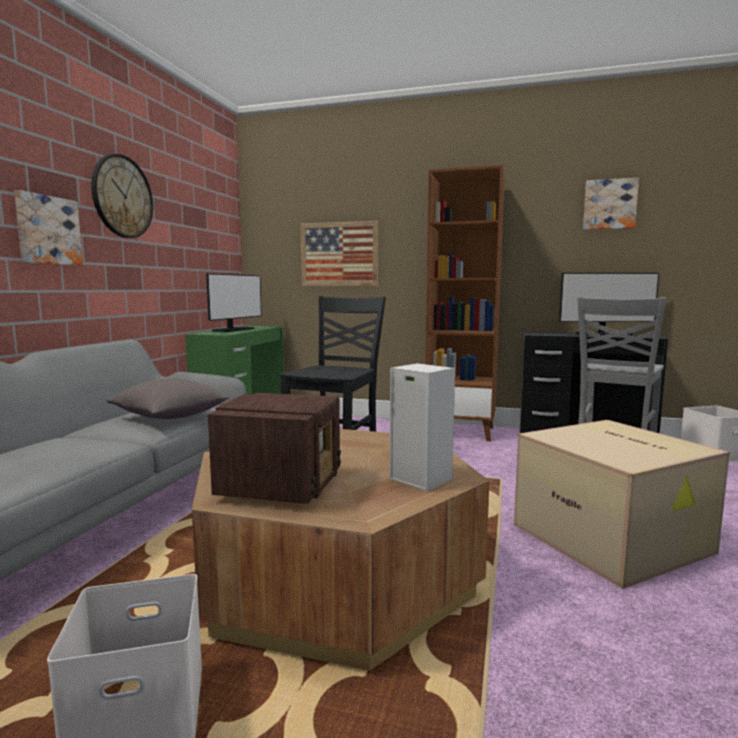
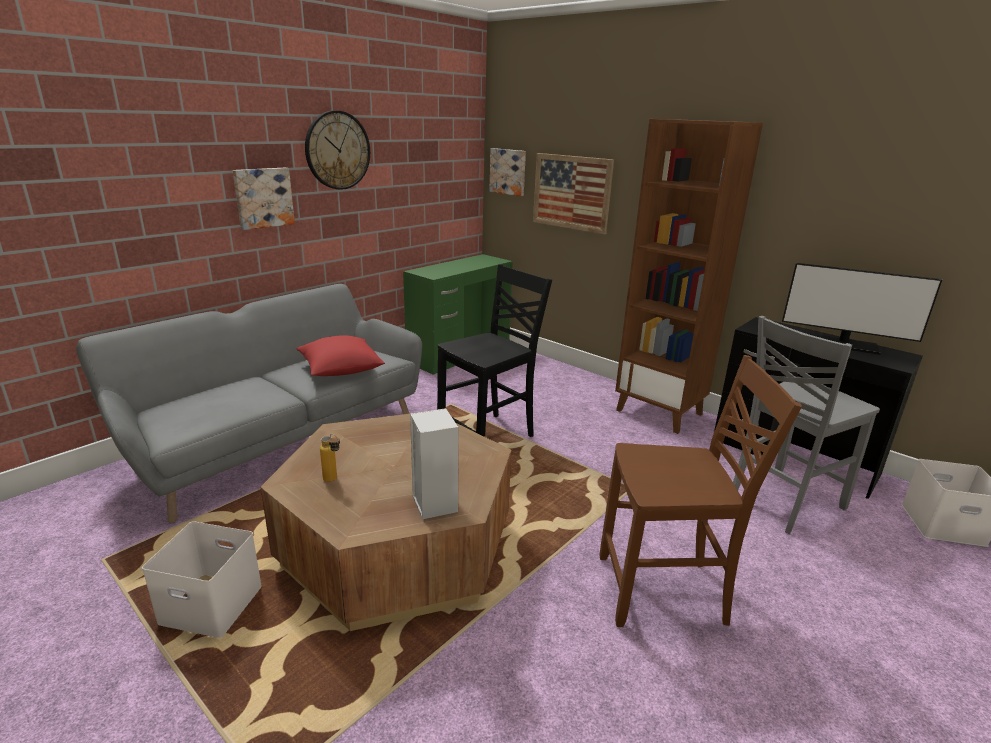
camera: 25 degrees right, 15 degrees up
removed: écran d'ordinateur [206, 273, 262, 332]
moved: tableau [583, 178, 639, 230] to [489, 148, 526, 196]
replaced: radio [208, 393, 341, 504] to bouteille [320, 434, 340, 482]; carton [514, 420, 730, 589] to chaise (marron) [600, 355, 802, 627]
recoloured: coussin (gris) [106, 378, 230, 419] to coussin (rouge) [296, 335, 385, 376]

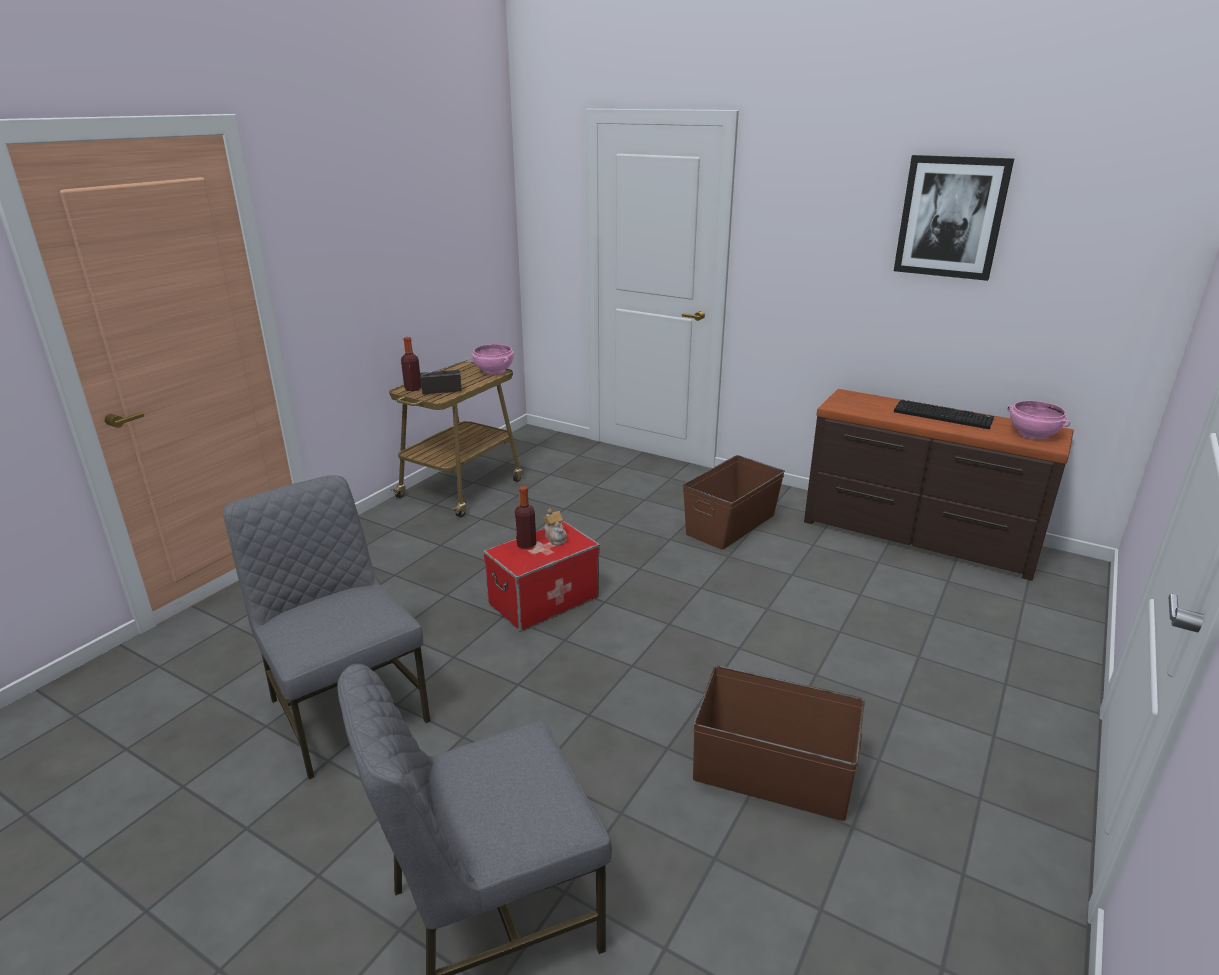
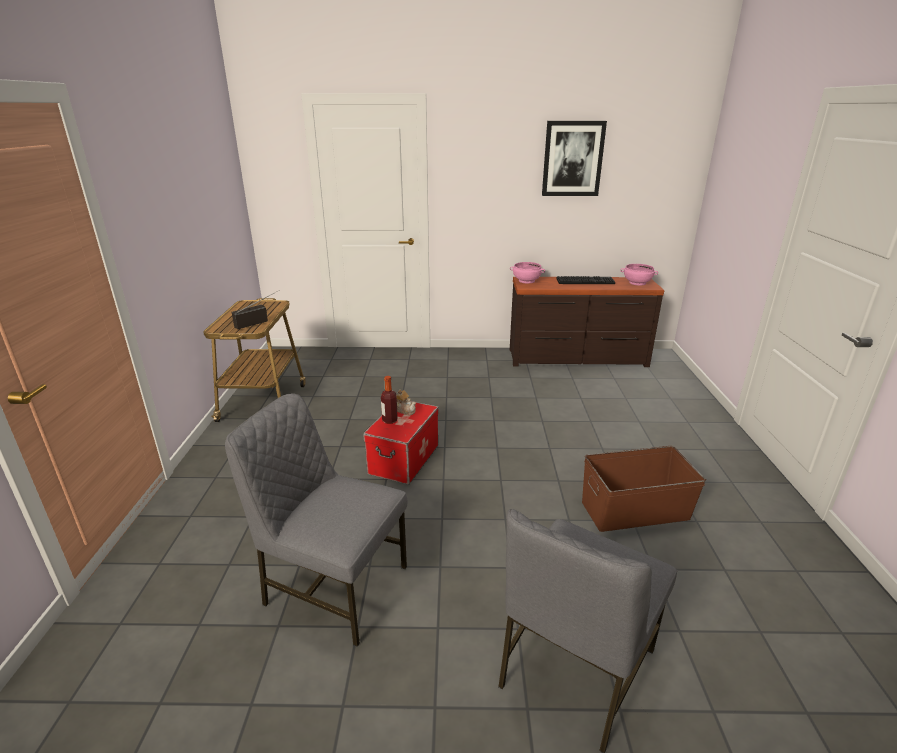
camera: 30 degrees left, 0 degrees up
removed: bouteille [401, 337, 422, 391]; boîte de rangement (marron) [683, 455, 785, 550]
moved: bol (rose) [473, 344, 514, 375] to [510, 262, 545, 283]

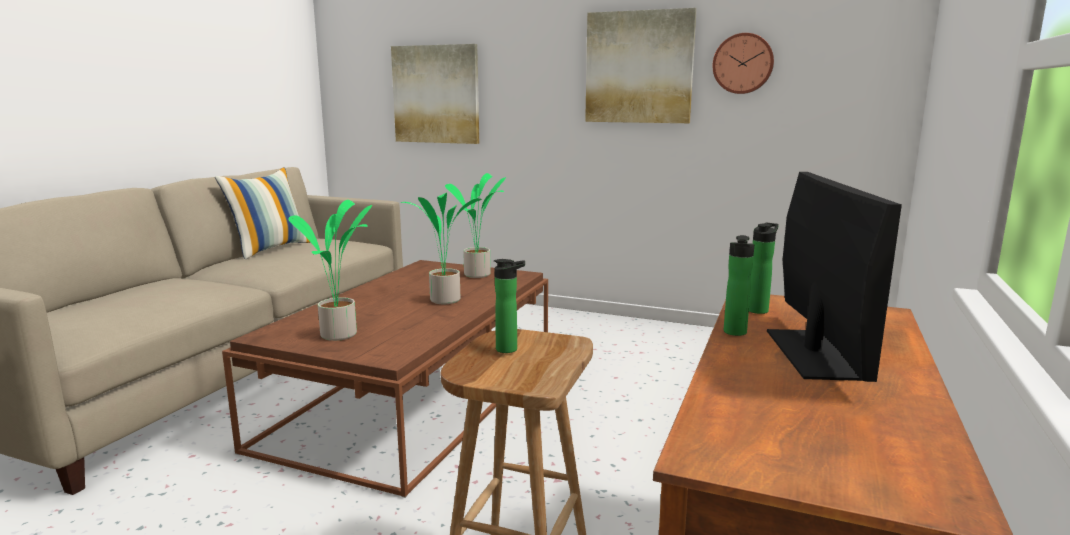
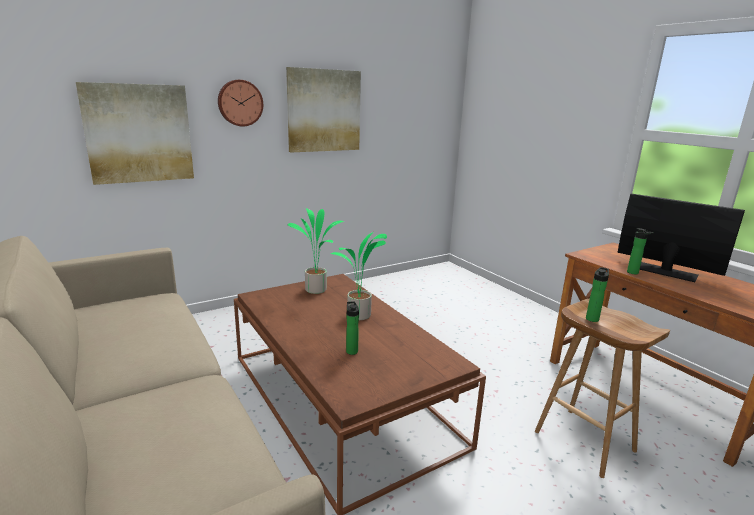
camera: 55 degrees left, 5 degrees up
removed: coussin [215, 167, 310, 259]; plante en pot [288, 200, 372, 341]
moved: horloge murale [712, 33, 774, 94] to [218, 80, 263, 126]; bouteille [749, 223, 779, 314] to [346, 301, 359, 355]

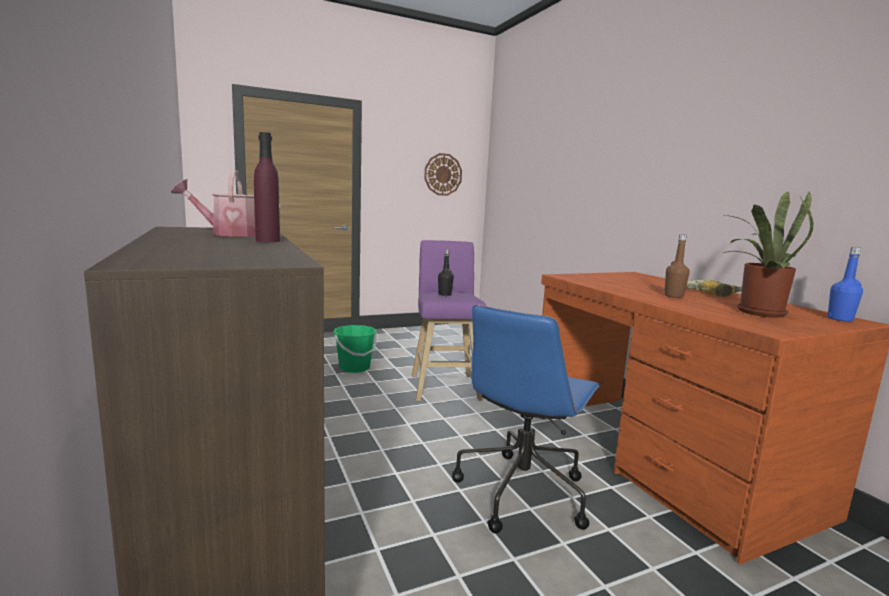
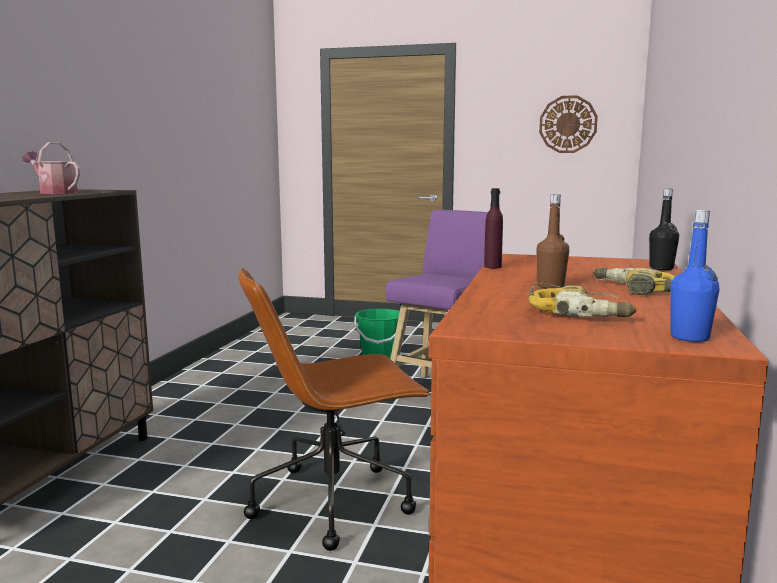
camera: 40 degrees right, 0 degrees up
moved: bouteille (violet) [254, 132, 280, 242] to [484, 188, 503, 268]; bouteille (noir) [438, 250, 454, 296] to [649, 189, 679, 270]
replaced: plante en pot [723, 191, 814, 318] to perceuse [528, 283, 636, 317]
recoloured: chaise de bureau (bleu) [452, 305, 600, 534] to chaise de bureau (marron) [238, 268, 431, 551]

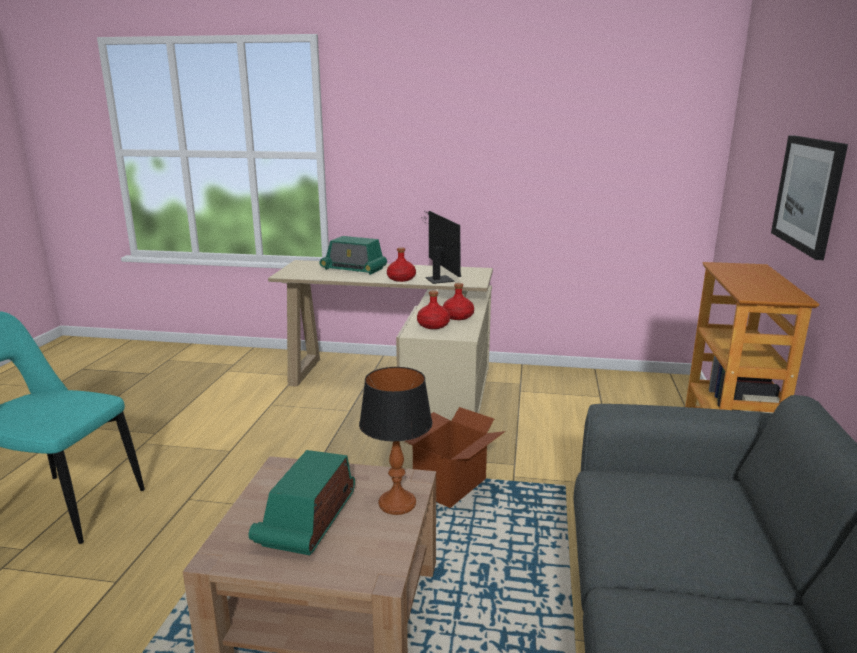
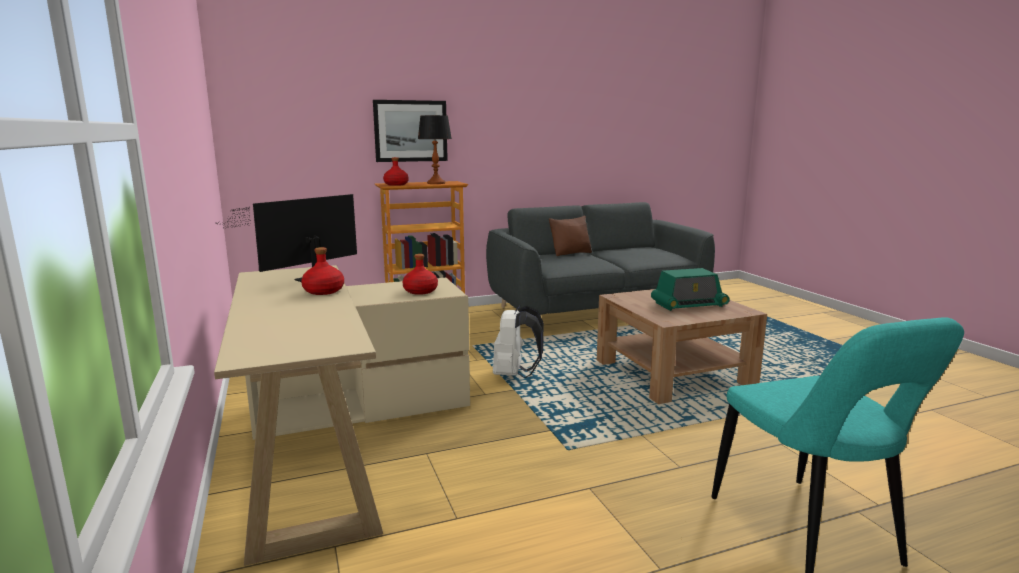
camera: 120 degrees left, 5 degrees down
removed: radio [319, 236, 387, 275]
added: coussin (marron) [549, 215, 592, 256]
moved: lampe de table [359, 367, 433, 515] to [418, 115, 452, 184]; bouteille (rouge) [443, 283, 474, 320] to [383, 157, 409, 186]
replaced: carton [405, 407, 505, 508] to sac à dos (blanc) [493, 306, 544, 378]

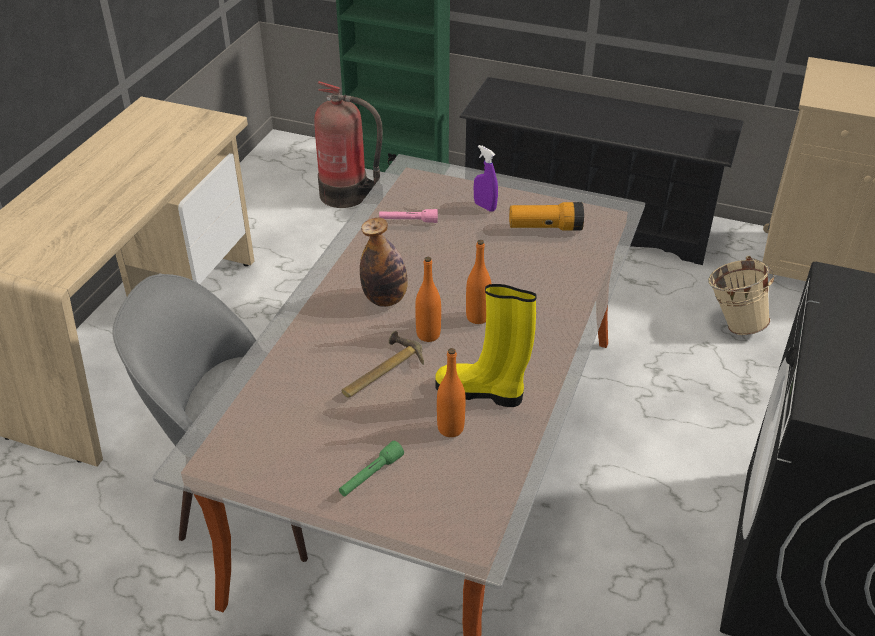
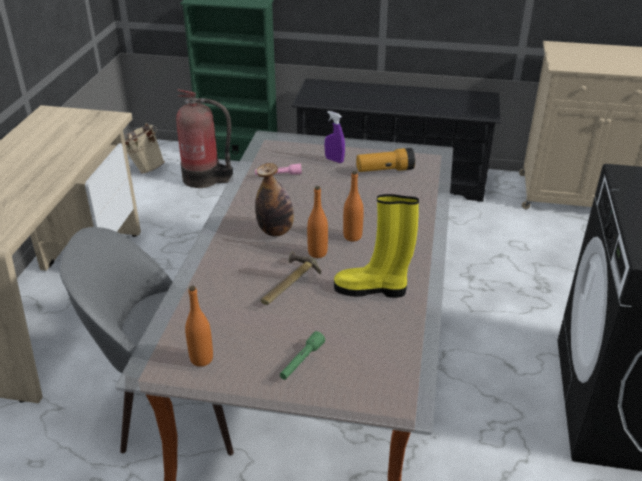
camera: 10 degrees left, 5 degrees down
moved: bouteille (orange) [437, 348, 466, 437] to [185, 286, 213, 367]; seau (beige) [708, 256, 774, 335] to [124, 123, 165, 174]

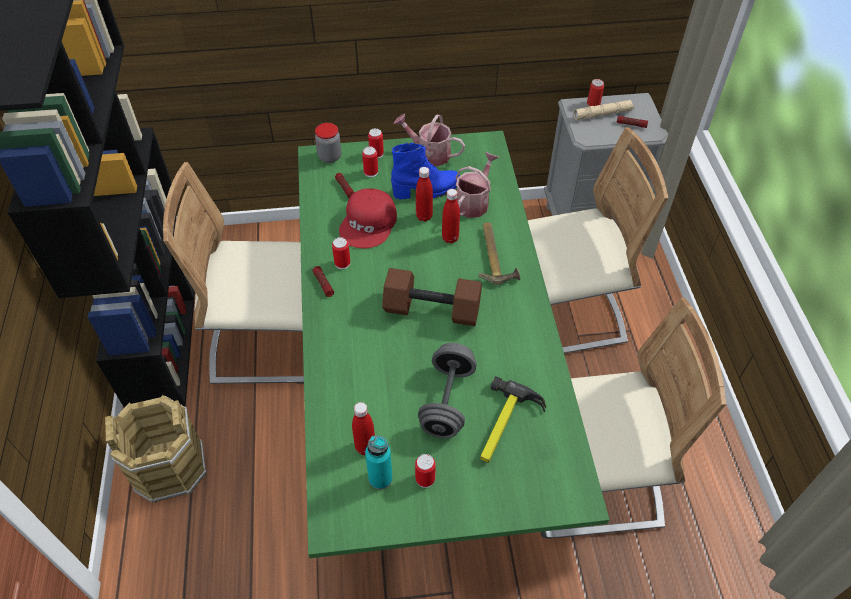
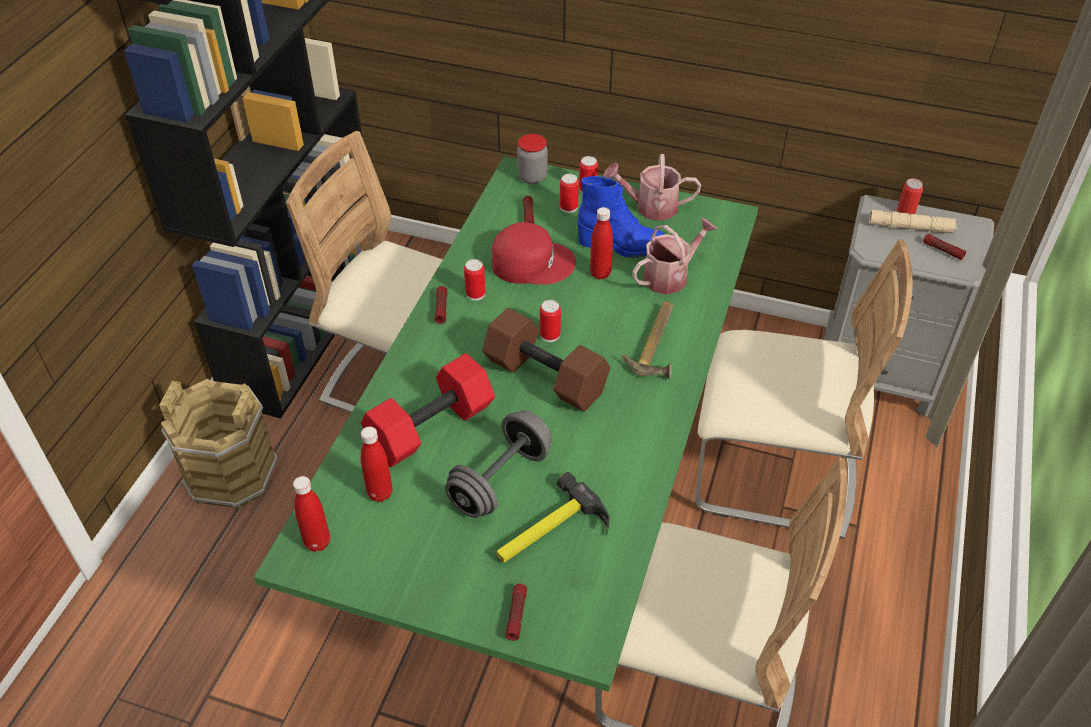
camera: 25 degrees right, 5 degrees down
removed: bouteille (turquoise) [365, 435, 392, 489]
added: haltère (rouge) [361, 353, 495, 467]; lampe de poche [505, 583, 527, 641]
moved: boîte métallique [415, 454, 436, 488] to [540, 300, 561, 342]; bouteille (rouge) [442, 189, 460, 244] to [293, 476, 330, 552]
turned: casquette (rouge) [339, 188, 397, 248] = [492, 222, 576, 284] 135 degrees counterclockwise; arrosoir [394, 114, 465, 166] = [603, 154, 701, 221] 45 degrees counterclockwise

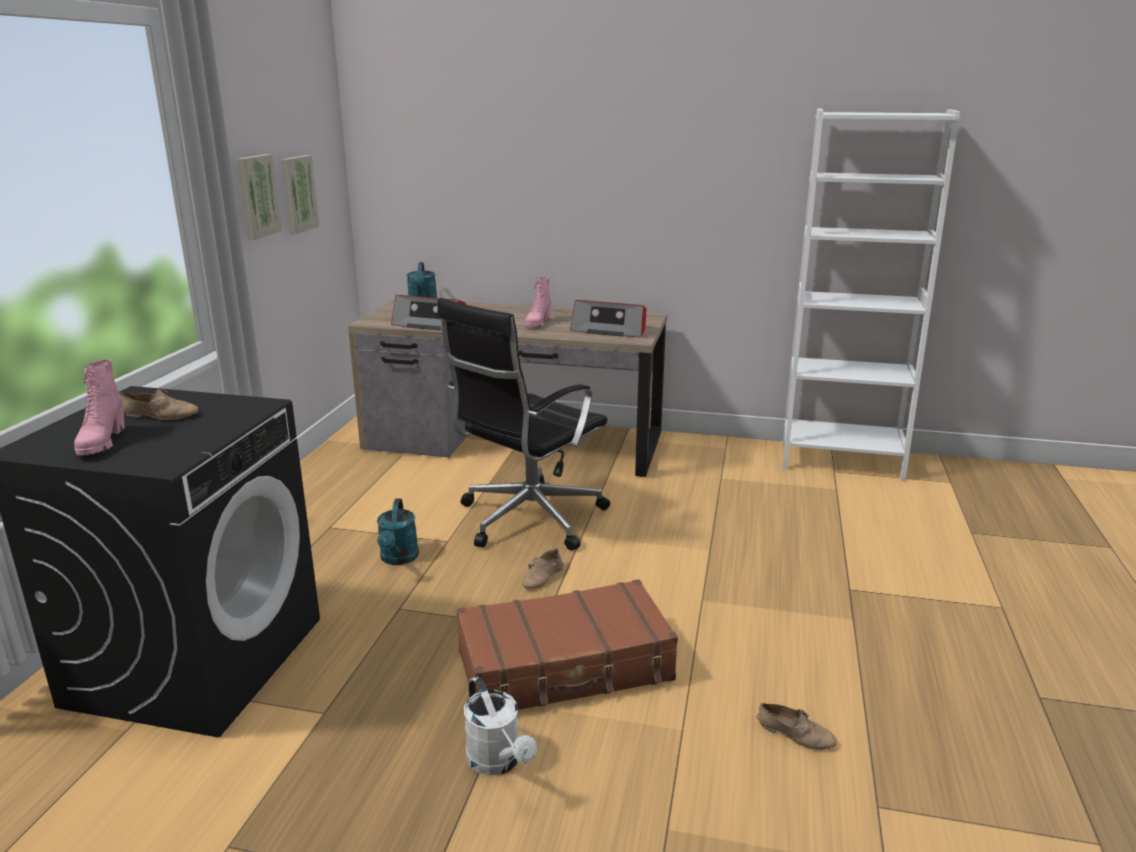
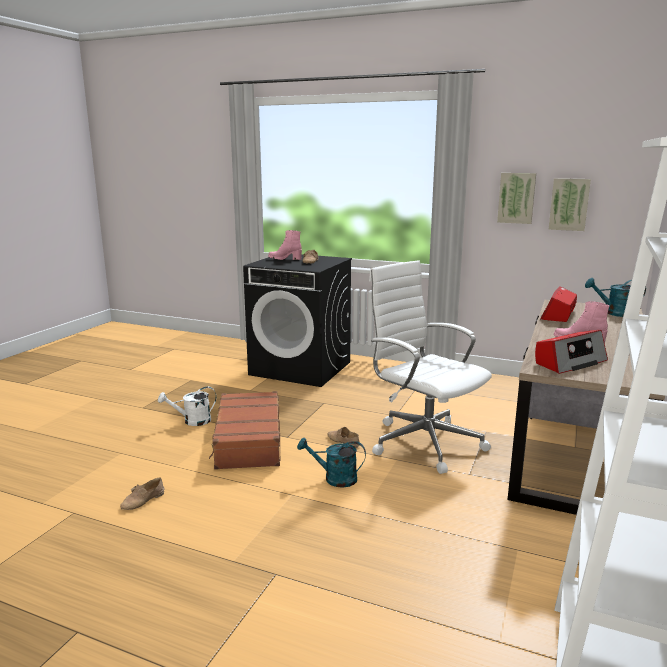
camera: 100 degrees right, 5 degrees down
moved: arrosoir (turquoise) [377, 498, 419, 565] to [297, 438, 366, 488]
recoloured: chaise de bureau (noir) [437, 298, 610, 551] to chaise de bureau (blanc) [369, 260, 492, 474]
turned: radio [570, 300, 646, 337] = [535, 330, 608, 374] 150 degrees counterclockwise

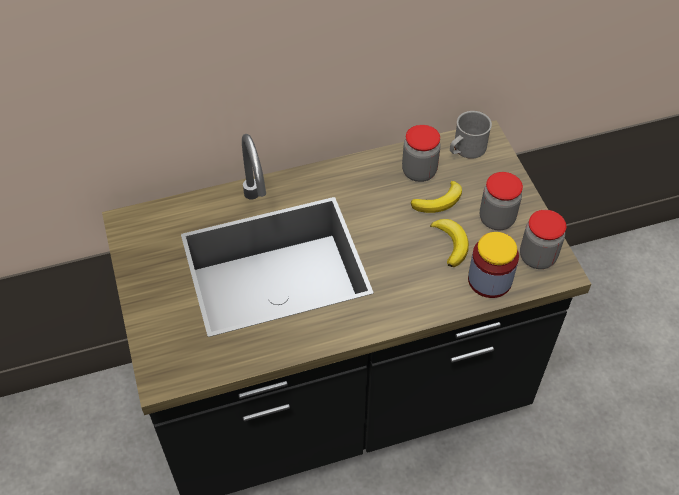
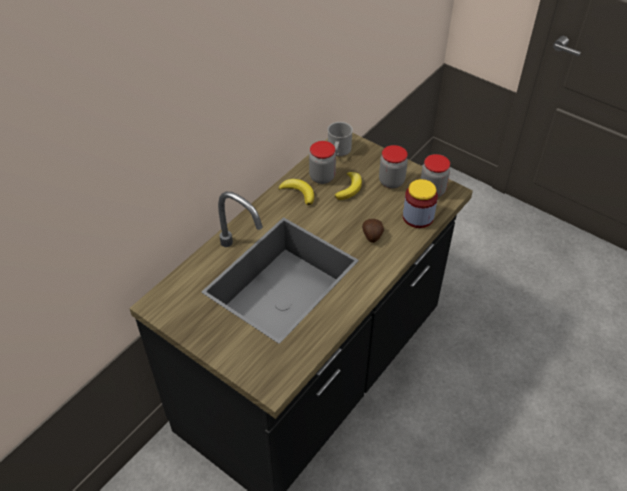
camera: 35 degrees left, 5 degrees down
added: pomme de terre [362, 219, 384, 243]
moved: banane [430, 219, 469, 267] to [279, 179, 314, 205]

